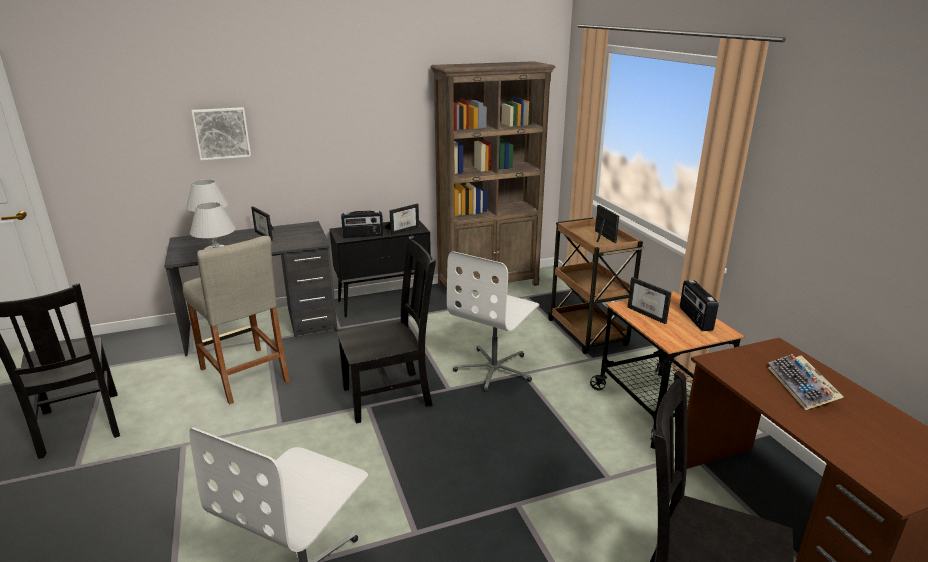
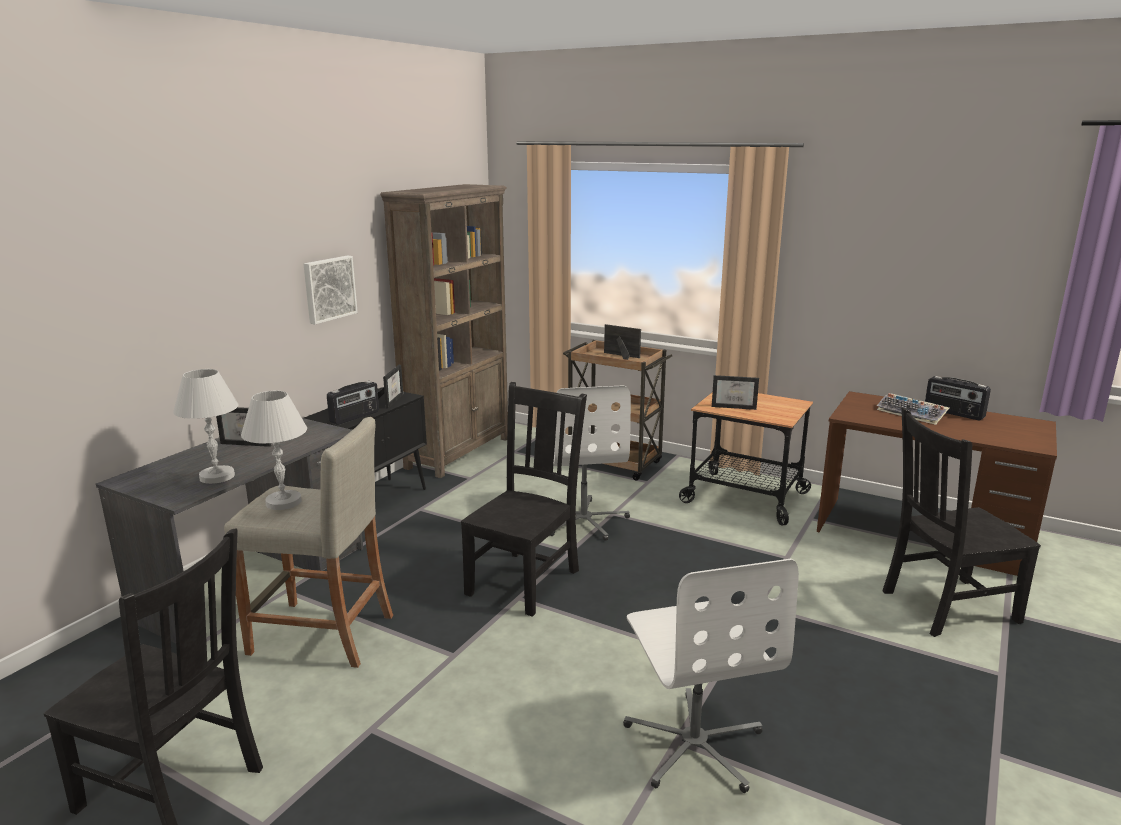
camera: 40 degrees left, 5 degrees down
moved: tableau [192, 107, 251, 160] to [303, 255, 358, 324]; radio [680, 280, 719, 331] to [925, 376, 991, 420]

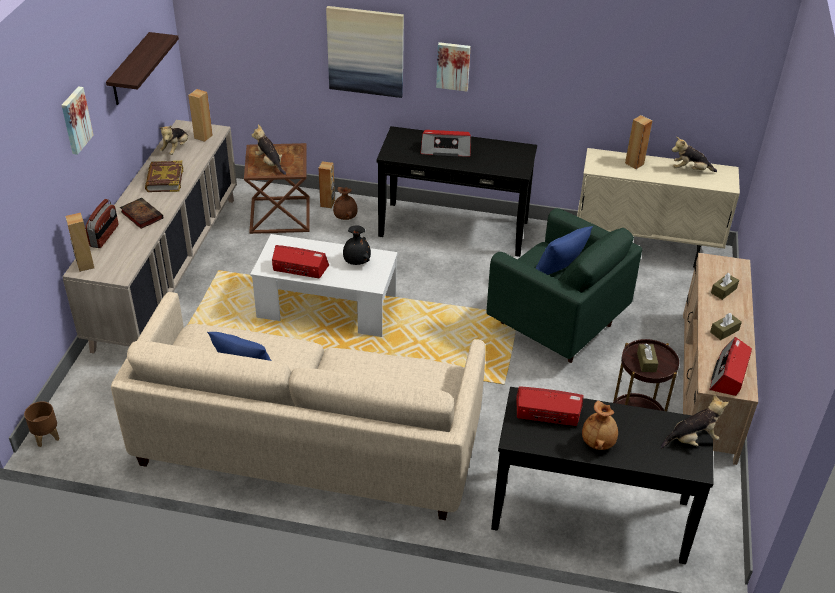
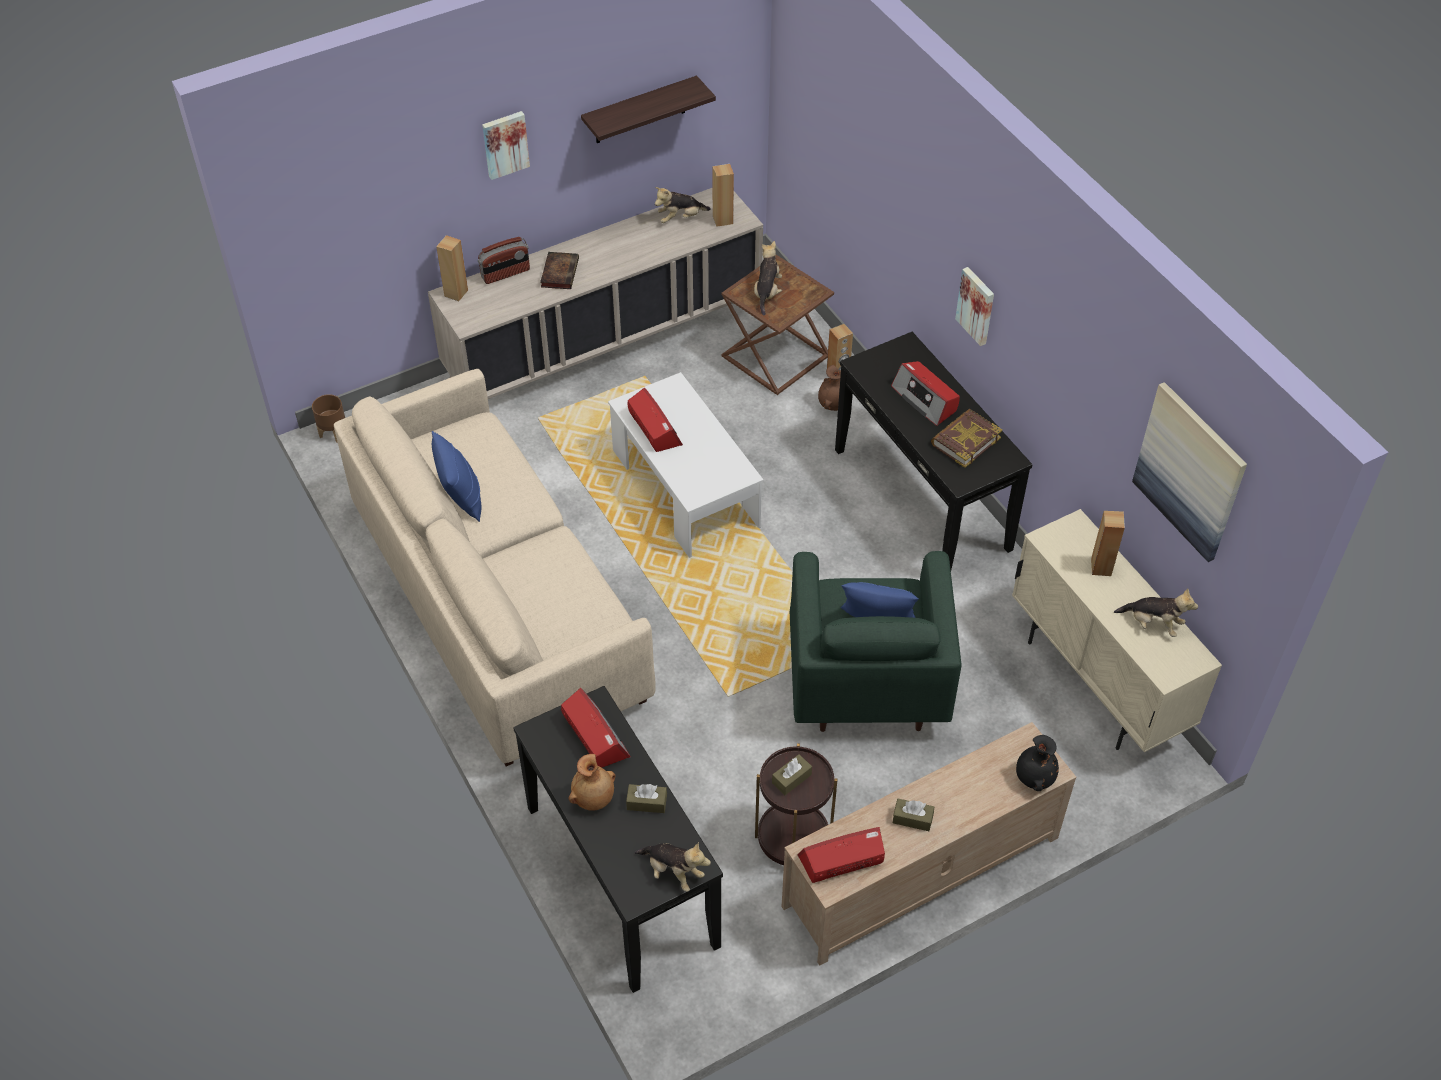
camera: 50 degrees right, 10 degrees up
moved: livre [145, 161, 183, 192] to [931, 409, 1002, 468]; tableau [326, 6, 404, 98] to [1132, 382, 1247, 562]; vase (noir) [343, 225, 371, 265] to [1016, 735, 1059, 791]; boîte à mouchoirs (marron) [711, 273, 739, 300] to [626, 784, 667, 813]
turned: peluche [672, 137, 717, 172] = [1114, 588, 1198, 637] 150 degrees clockwise

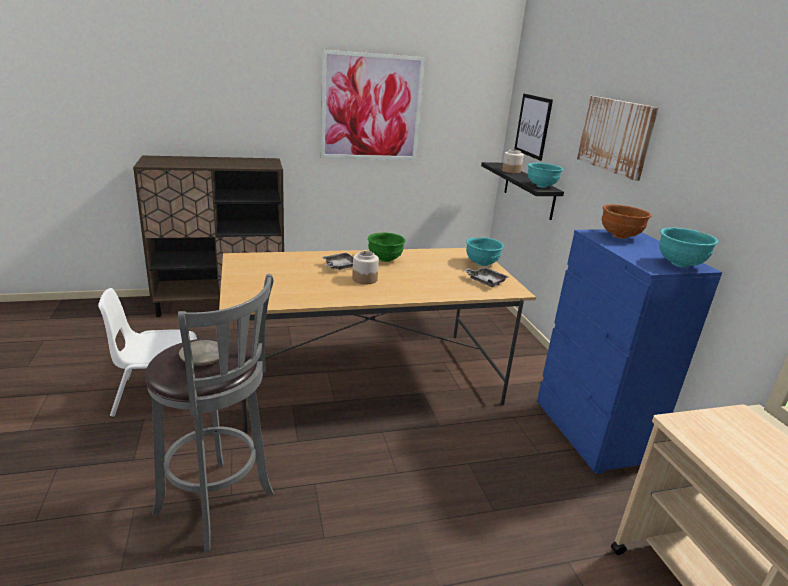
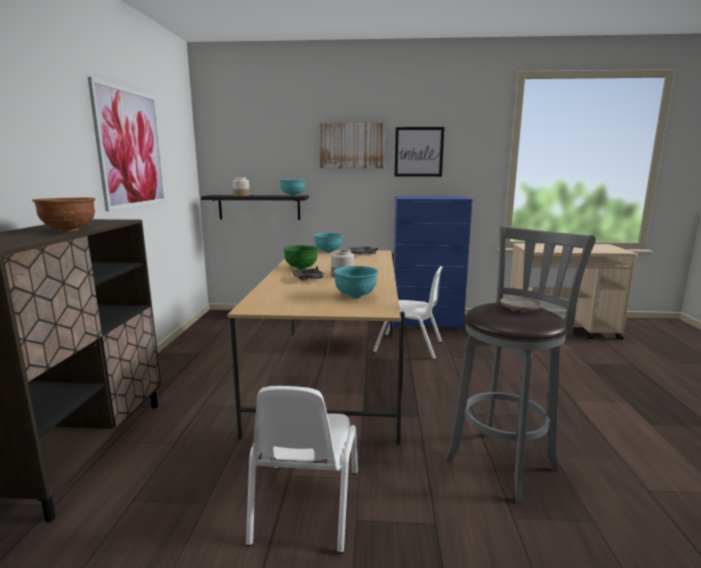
camera: 70 degrees left, 10 degrees down
added: chaise (blanc) [373, 266, 443, 360]
moved: tableau [514, 94, 553, 161] to [395, 127, 444, 177]; bol (marron) [602, 204, 652, 239] to [32, 198, 95, 232]; bol (turquoise) [659, 227, 719, 268] to [334, 266, 379, 298]

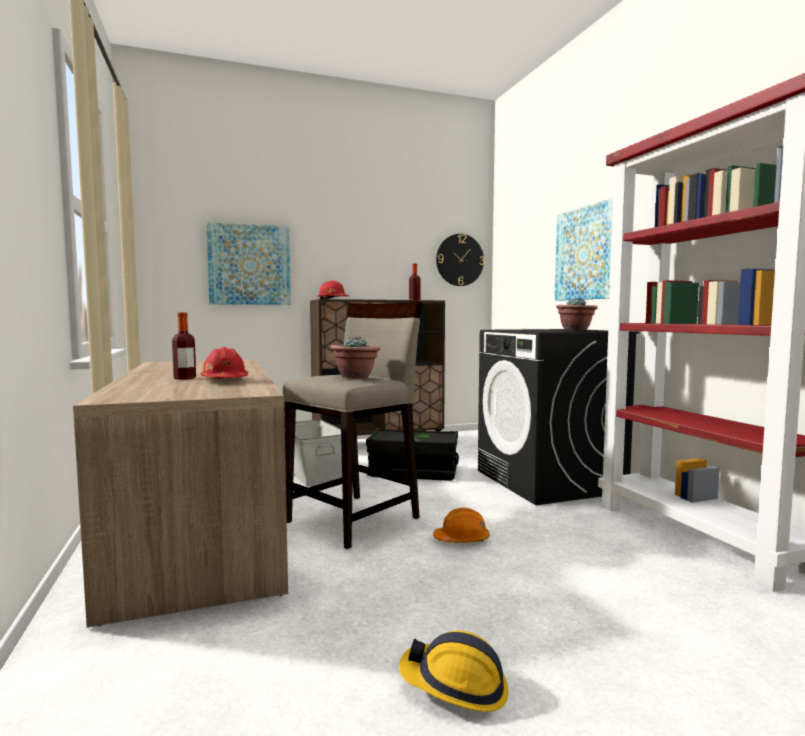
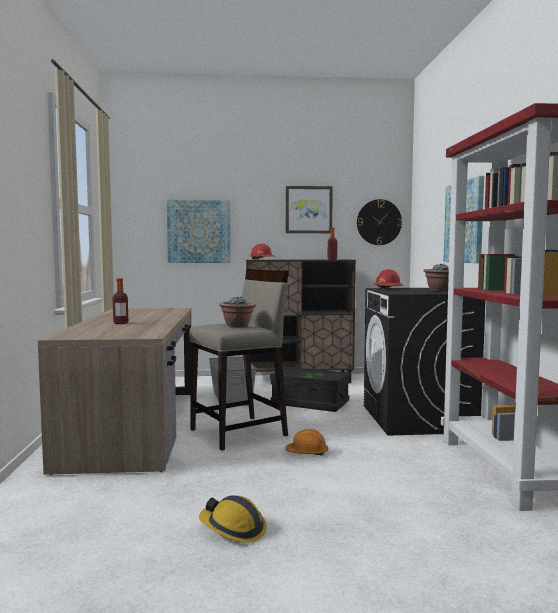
camera: 15 degrees right, 0 degrees up
added: tableau [286, 186, 333, 233]
moved: casque de chantier (rouge) [200, 347, 248, 379] to [374, 269, 403, 288]

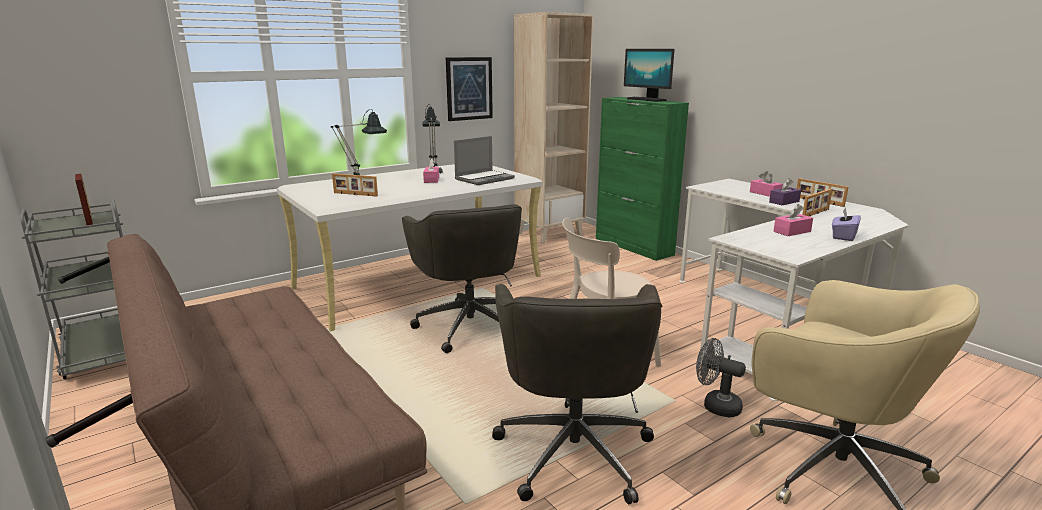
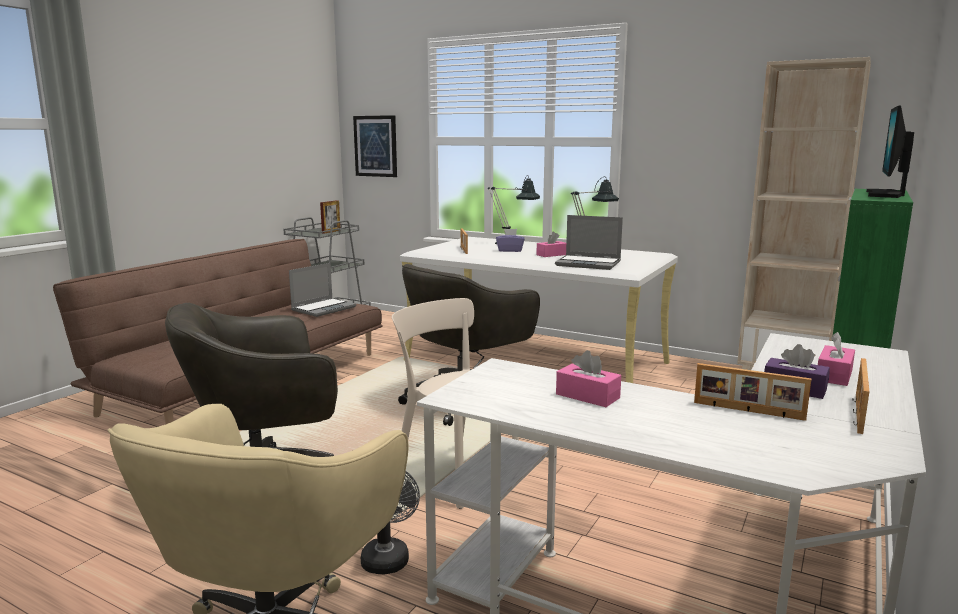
camera: 65 degrees right, 5 degrees down
added: ordinateur portable [289, 263, 356, 317]
moved: tableau [446, 57, 493, 121] to [353, 115, 397, 177]; boîte à mouchoirs (violet) [832, 207, 861, 241] to [496, 229, 525, 252]

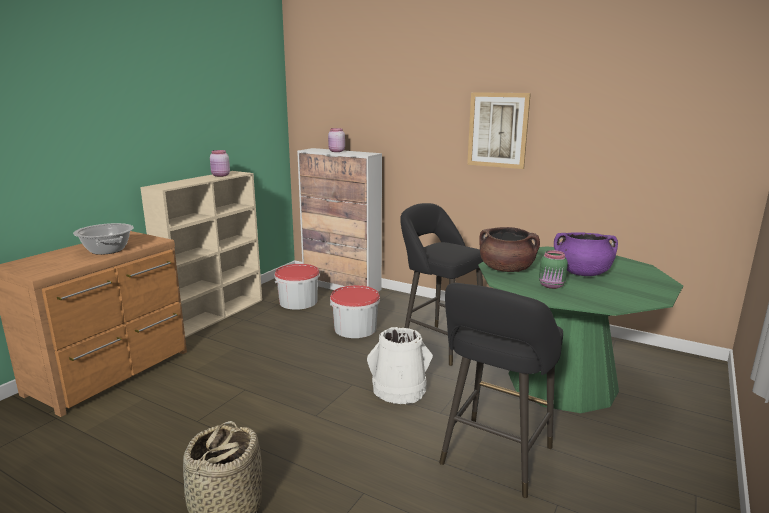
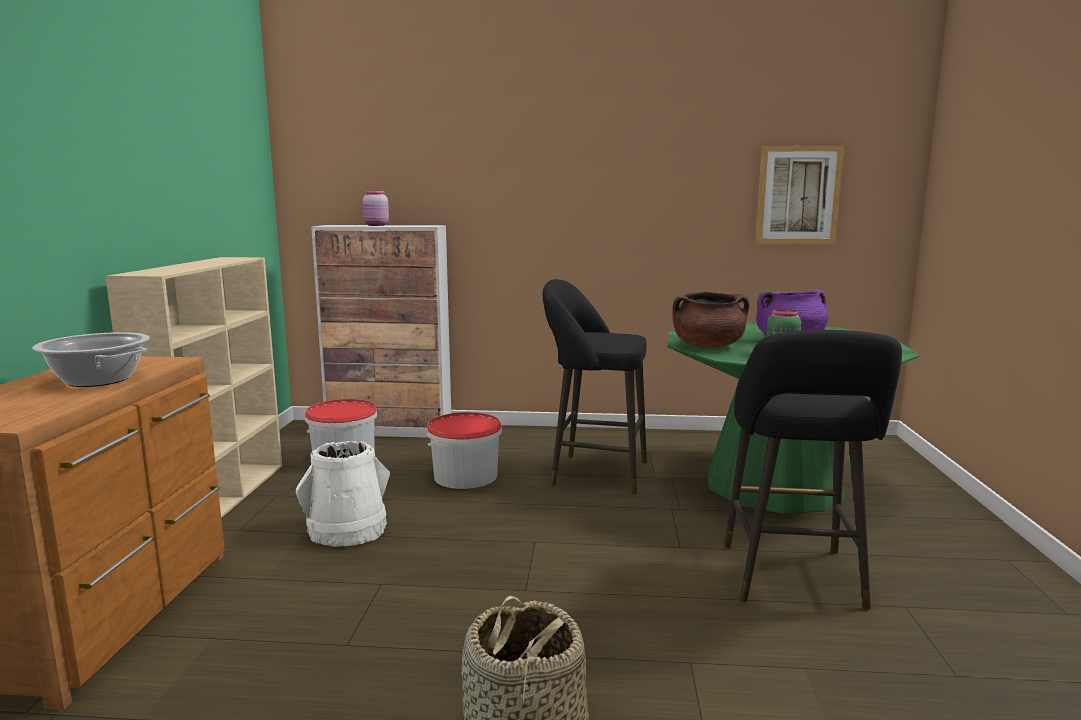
camera: 25 degrees left, 5 degrees down
removed: bocal (rose) [210, 150, 230, 177]
moved: seau (blanc) [367, 327, 433, 404] to [296, 441, 390, 547]; tableau [467, 92, 531, 169] to [755, 145, 845, 244]

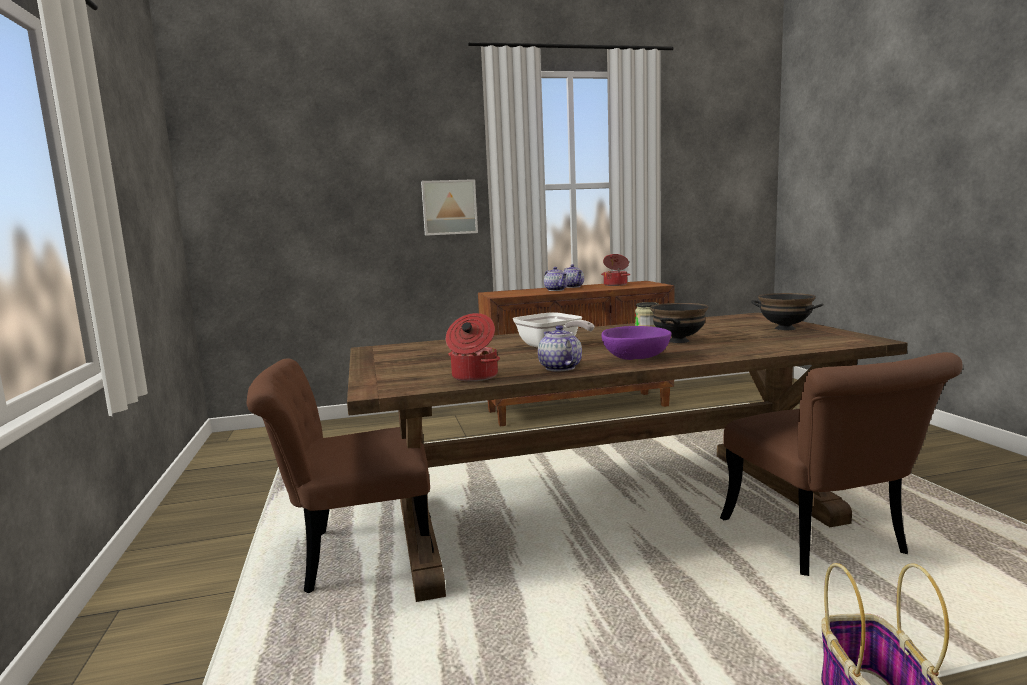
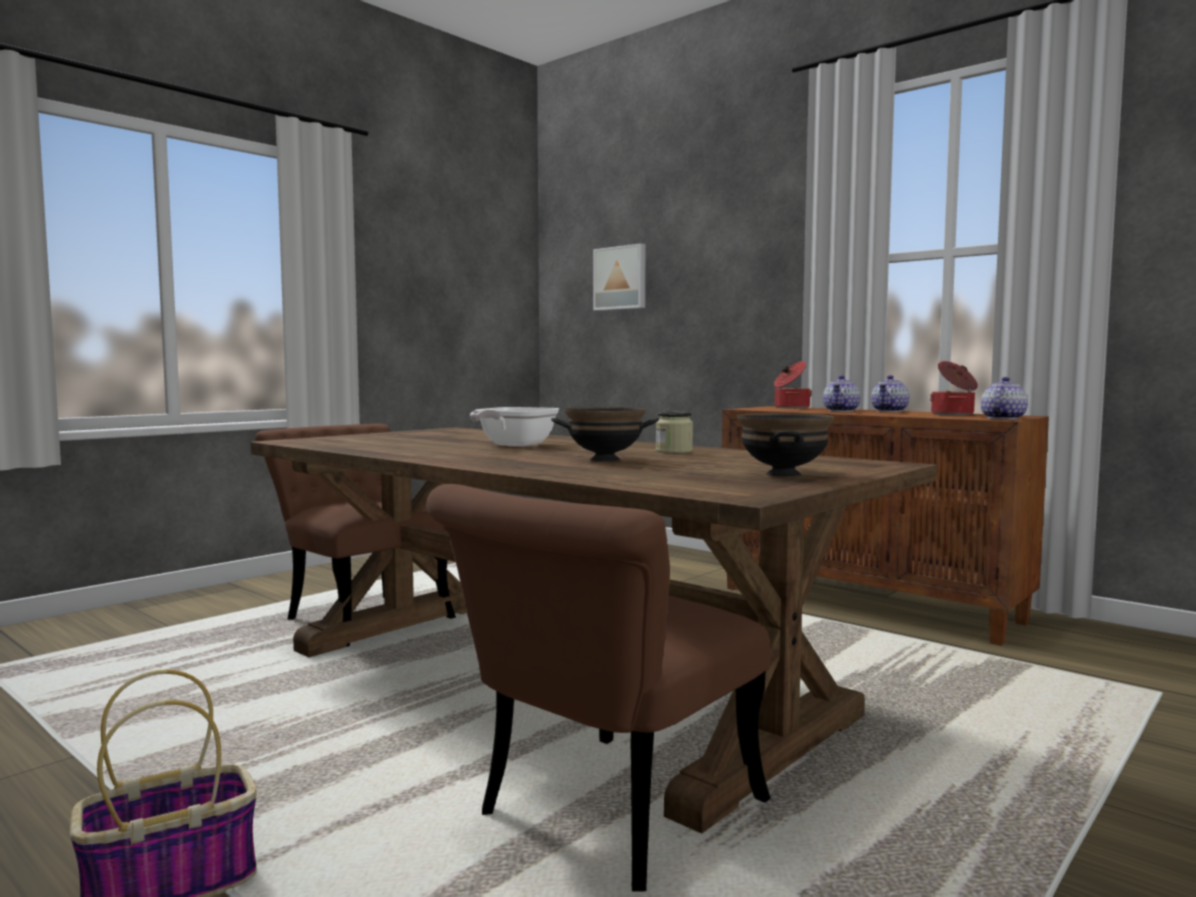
camera: 55 degrees right, 5 degrees down
removed: bol (violet) [601, 326, 671, 360]
moved: tableau [421, 179, 478, 236] to [593, 243, 645, 311]; marmite [446, 313, 500, 382] to [774, 361, 812, 409]; théière [538, 325, 582, 371] to [981, 377, 1028, 419]

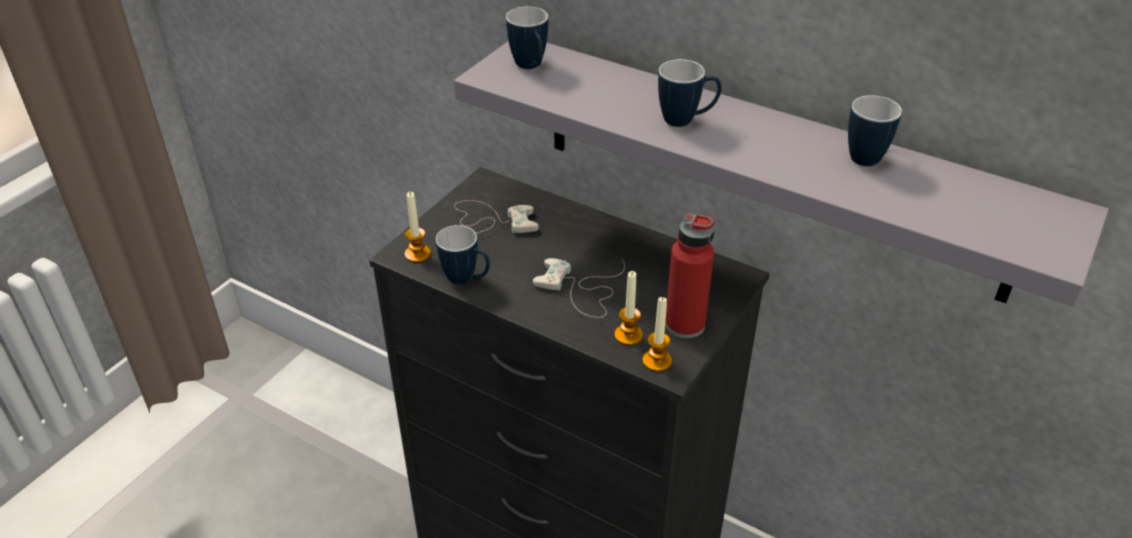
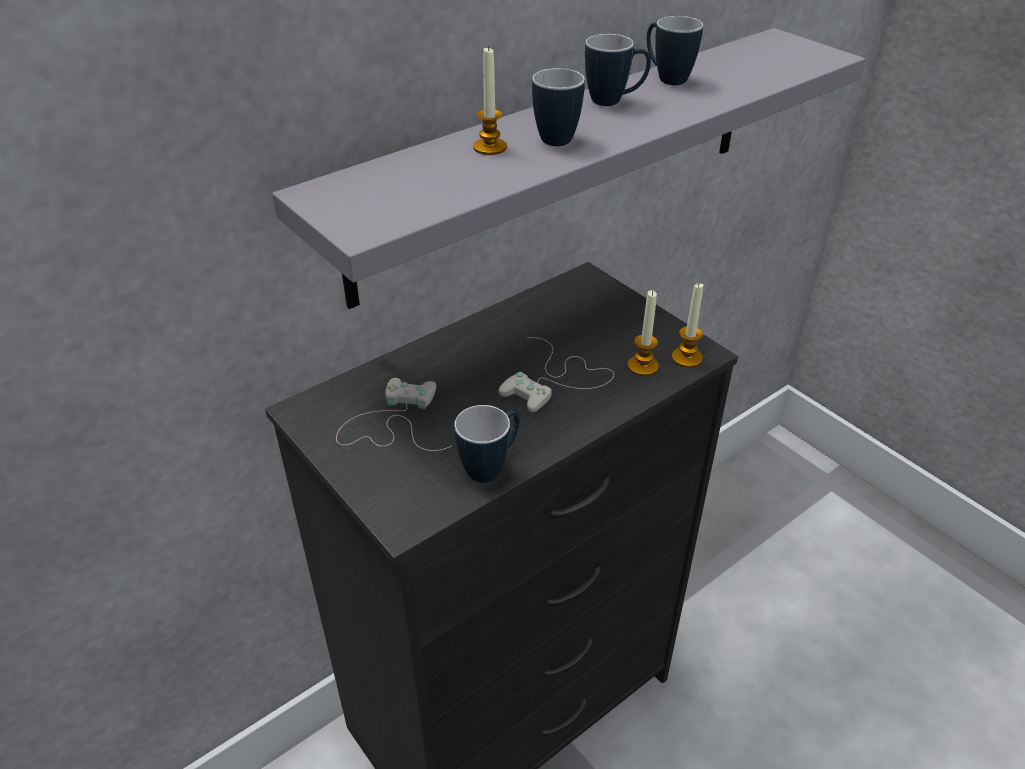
camera: 70 degrees left, 0 degrees up
removed: bouteille (rouge) [665, 213, 715, 338]
moved: bougie [405, 192, 431, 262] to [473, 46, 507, 155]; mug [506, 7, 548, 69] to [585, 34, 651, 106]

